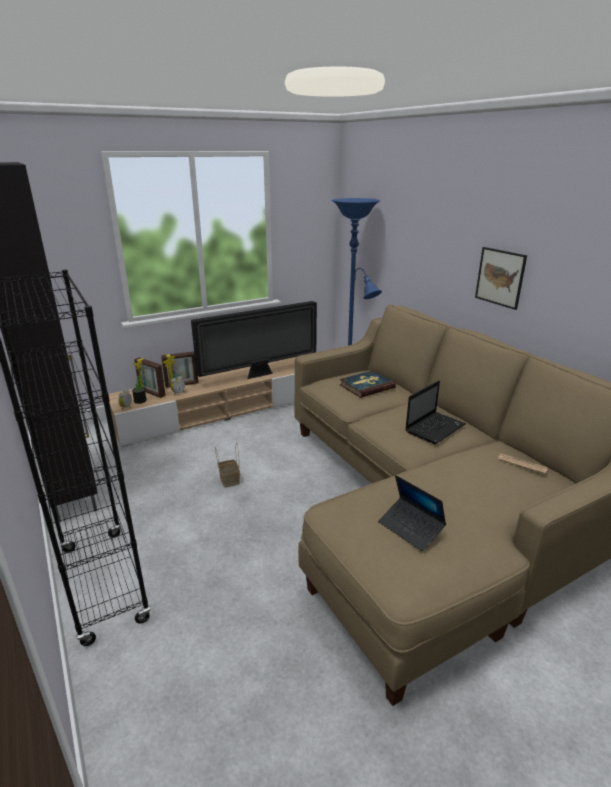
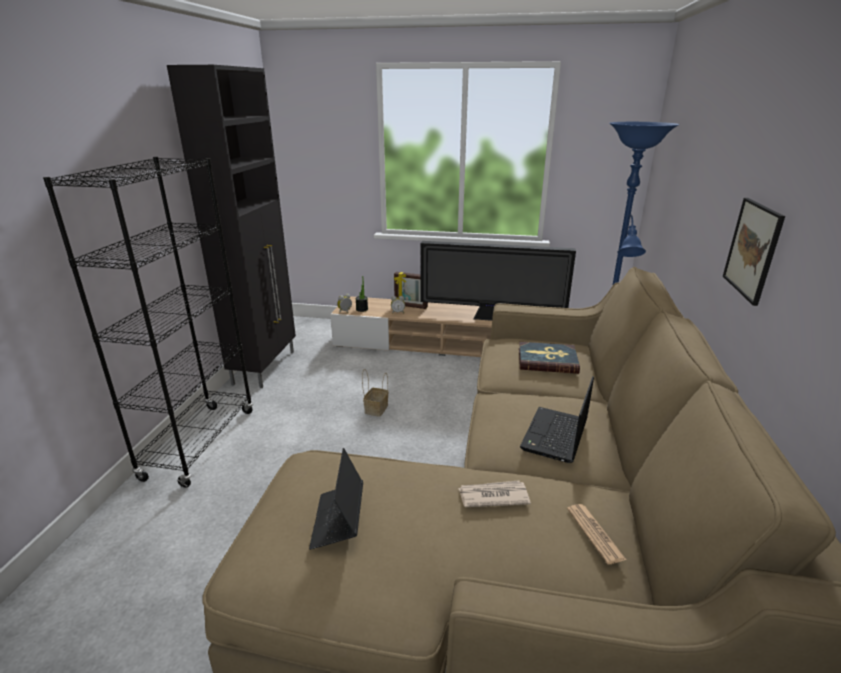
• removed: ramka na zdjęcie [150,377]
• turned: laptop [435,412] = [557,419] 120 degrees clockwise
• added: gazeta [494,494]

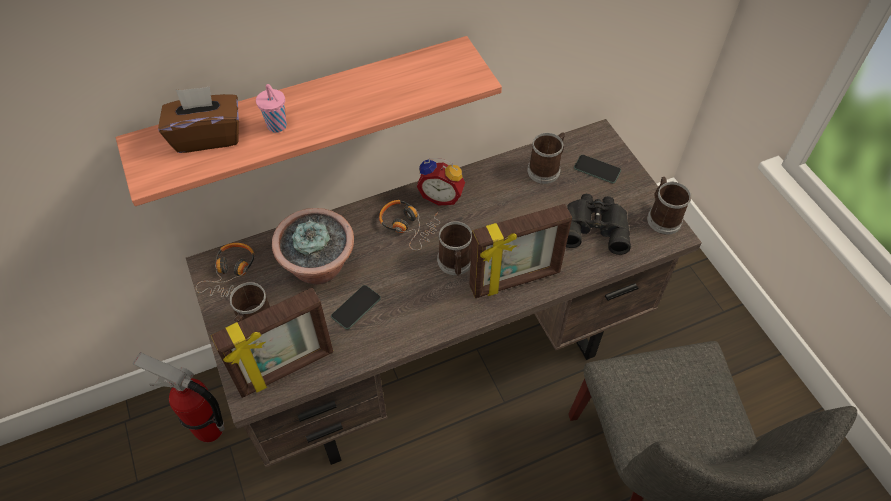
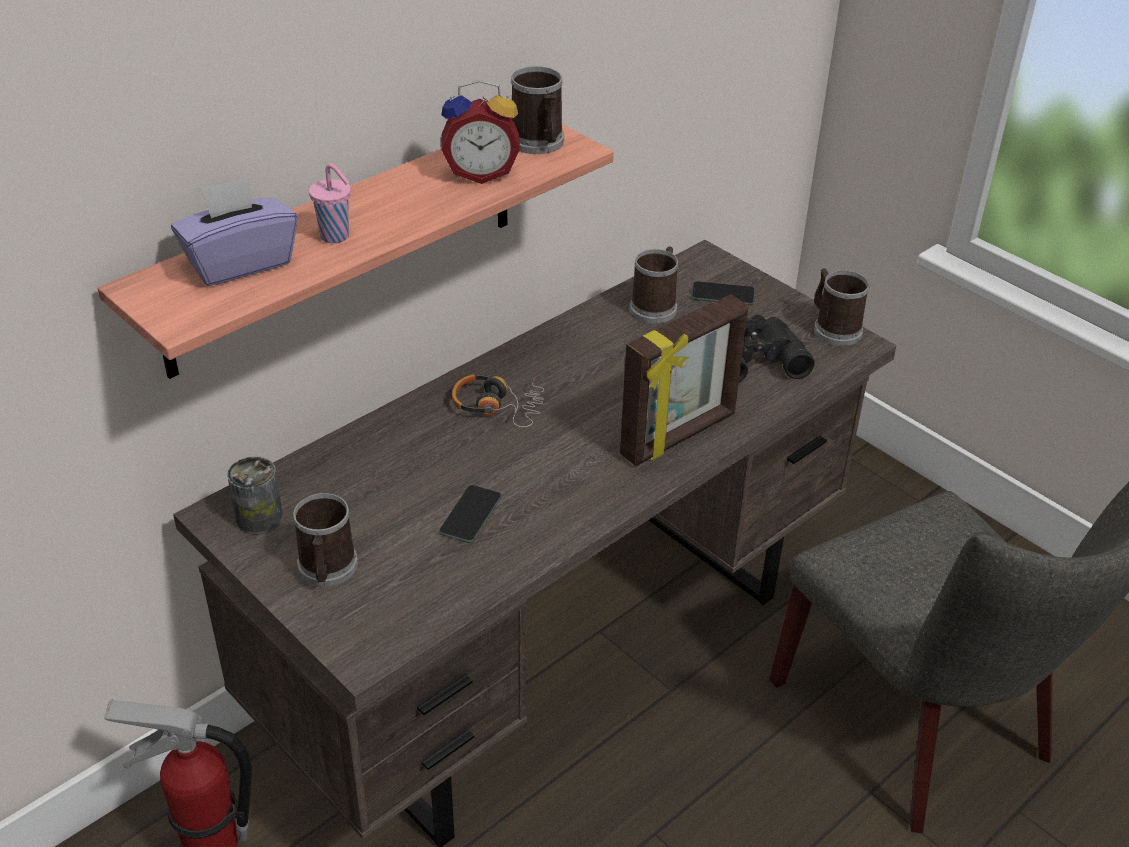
• recoloured: pudełko chusteczek [brązowy] [198,119] to pudełko chusteczek [fioletowy] [234,232]
• replaced: słuchawki [225,270] to puszka [255,495]
• removed: ramka na zdjęcie [271,343]
• removed: roślina doniczkowa [313,246]
• moved: budzik [440,181] to [480,132]
• moved: kubek [454,248] to [537,110]

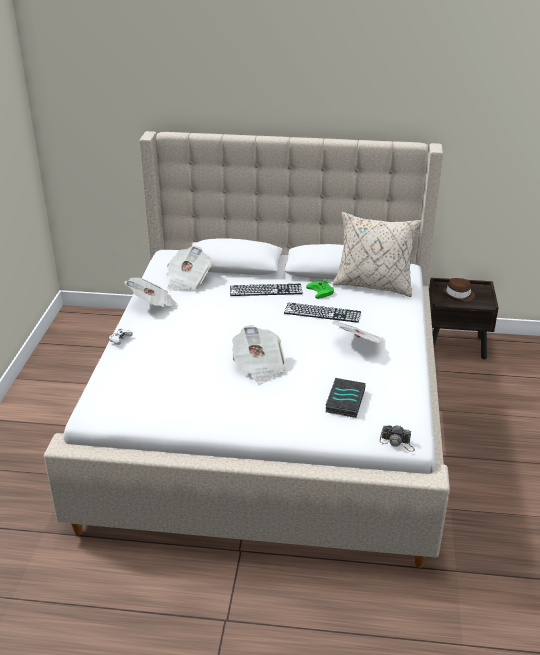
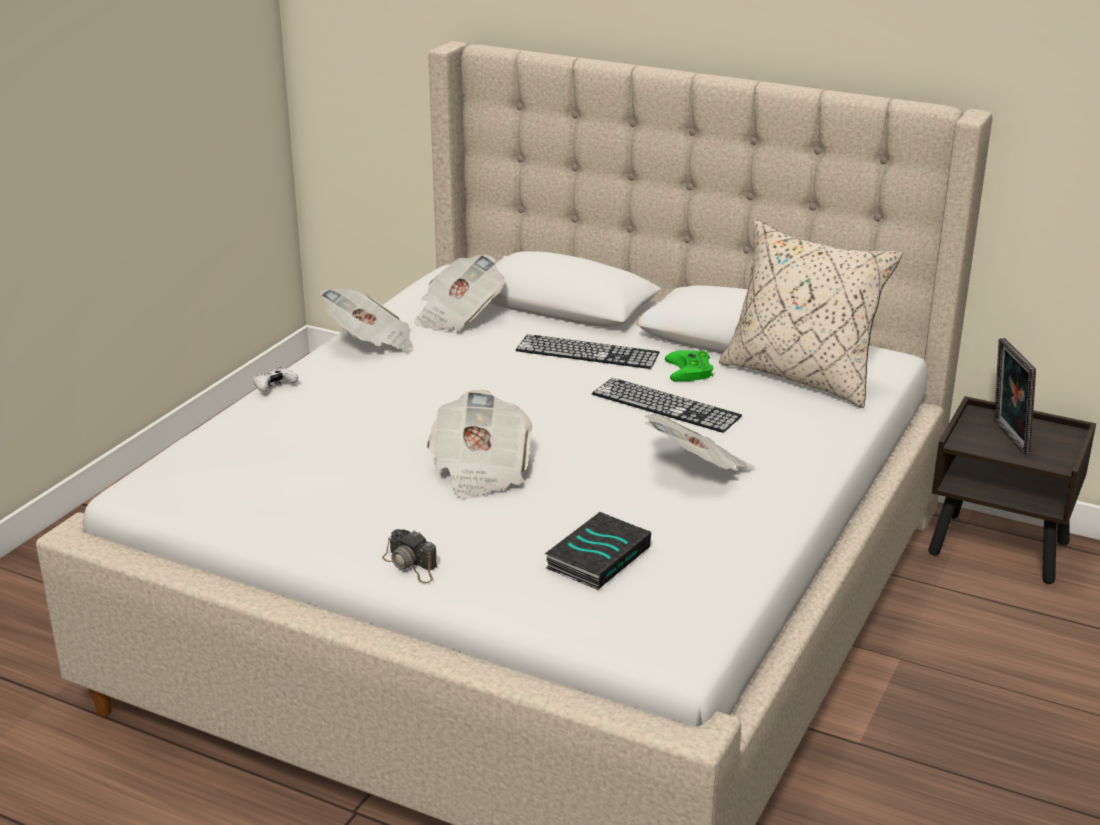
• moved: aparat fotograficzny [397,438] to [409,556]
• replaced: kapelusz [brązowy] [459,290] to ramka na zdjęcie [1015,396]

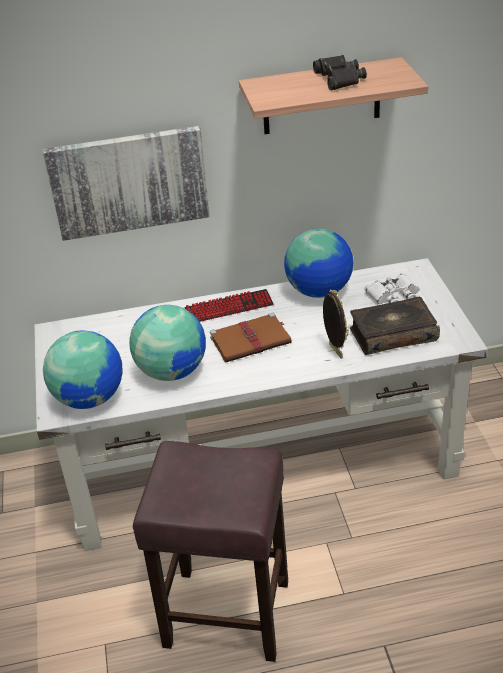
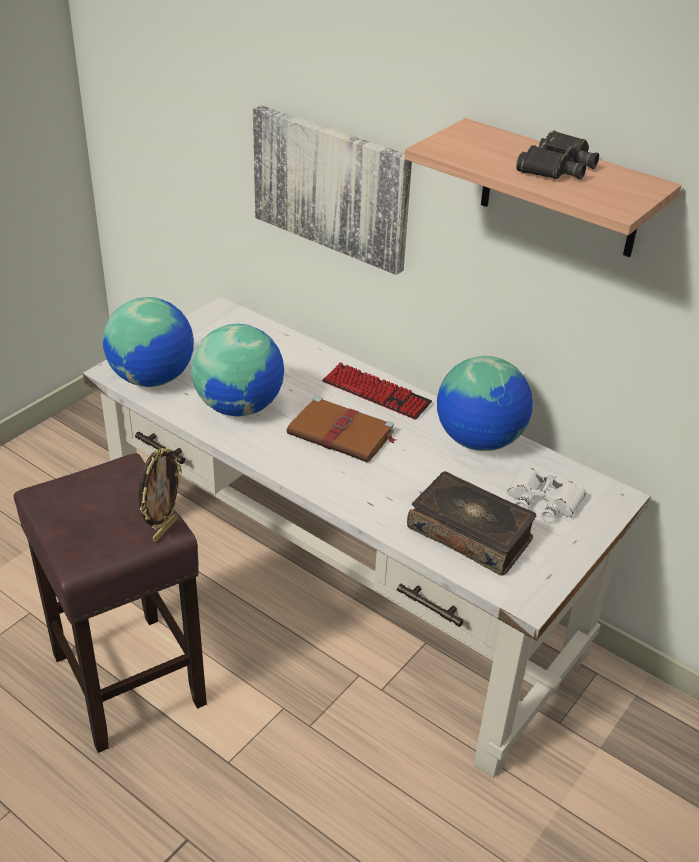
• moved: ramka na zdjęcie [336,324] to [160,495]

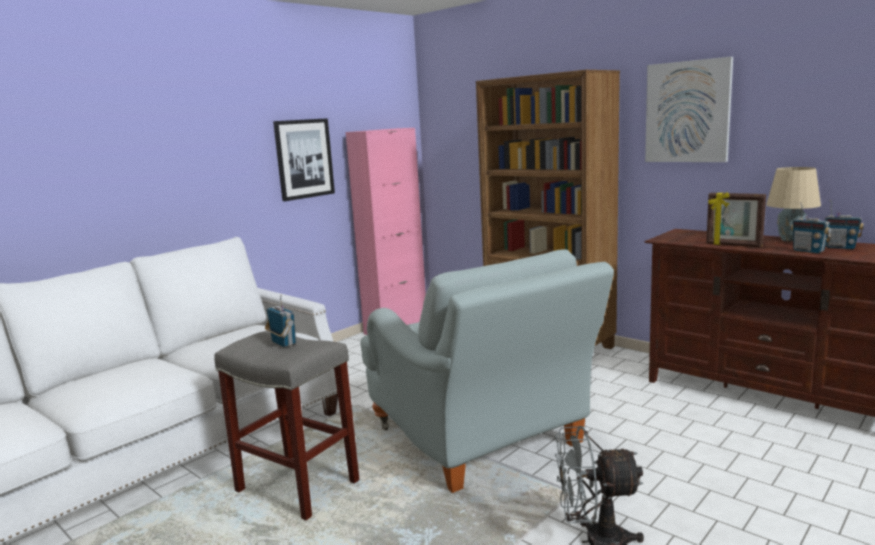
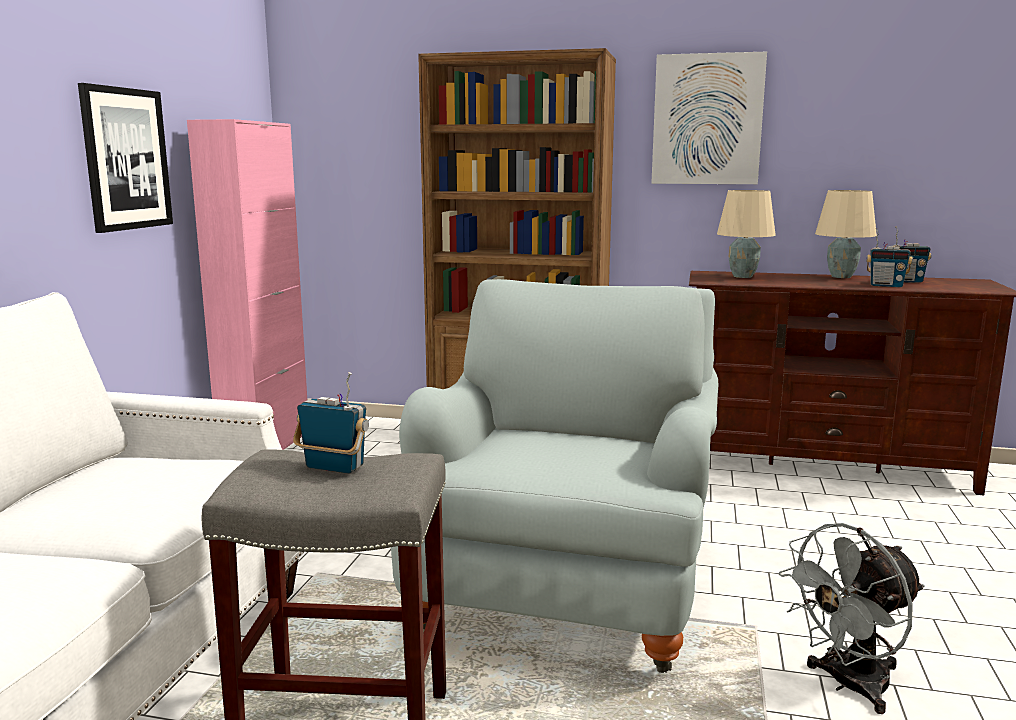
• turned: fotel [szary] [487,371] = [554,476] 105 degrees counterclockwise
• removed: ramka na zdjęcie [736,219]
• added: lampa stołowa [beżowy] [746,234]

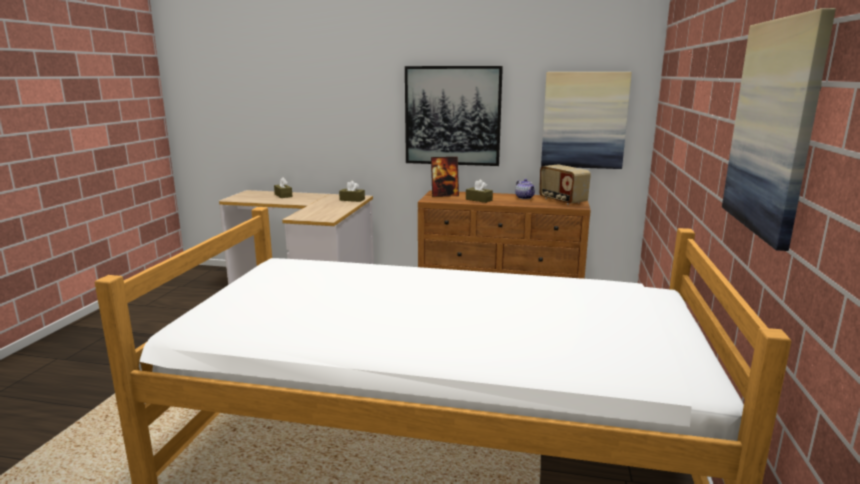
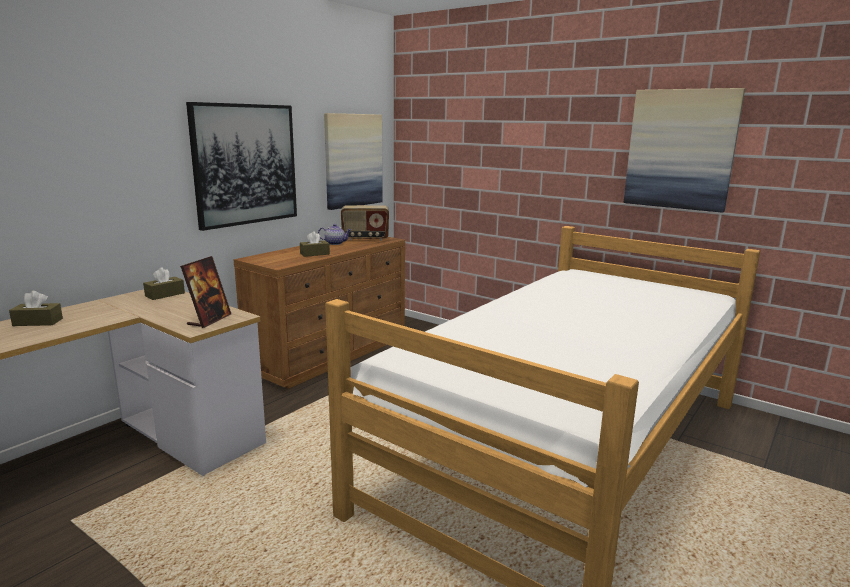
• moved: ramka na zdjęcie [445,177] to [205,292]

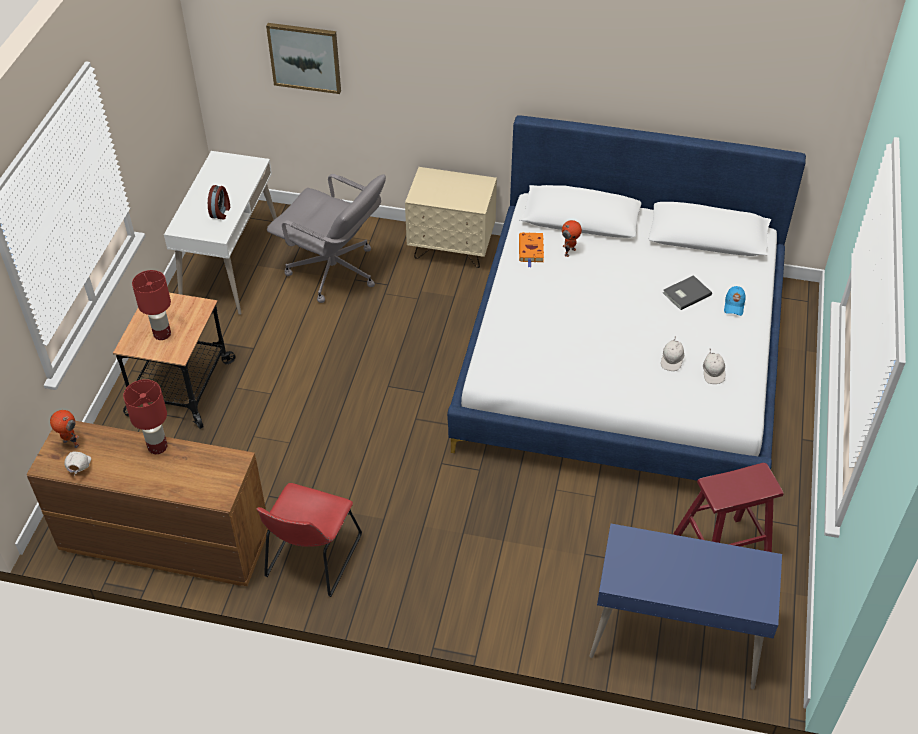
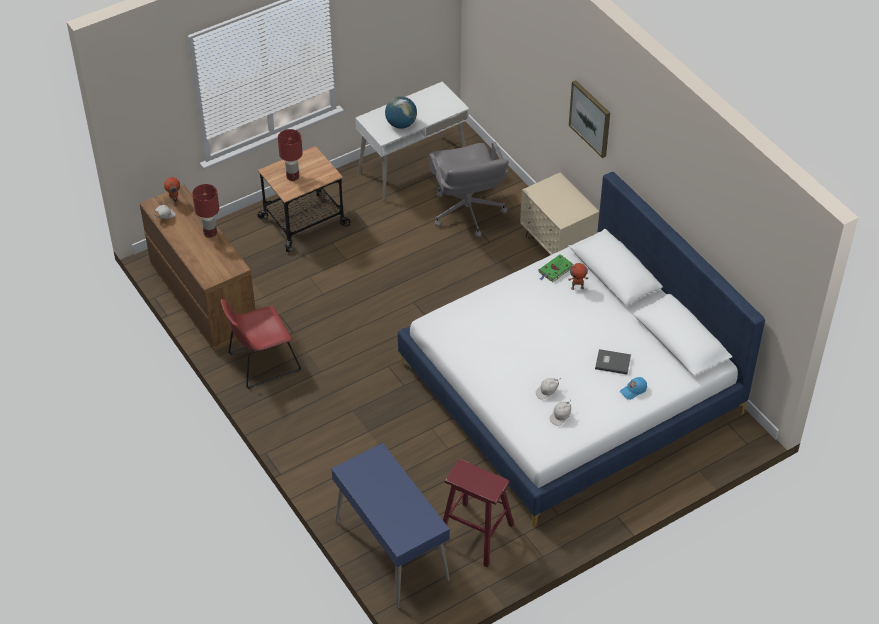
• replaced: budzik [219,202] to globus [401,112]
• moved: obraz [303,58] to [589,119]
• recoloured: książka [pomarańczowy] [531,249] to książka [zielony] [555,268]

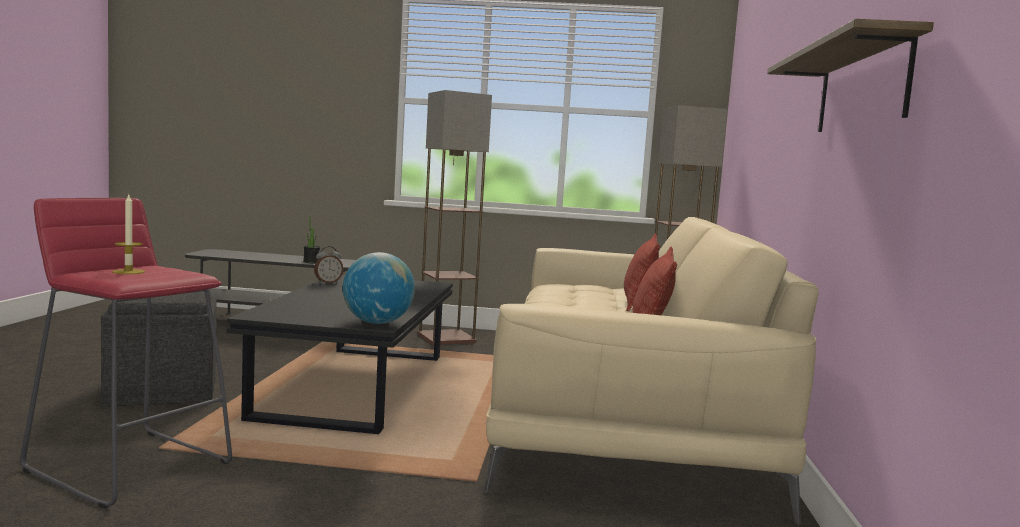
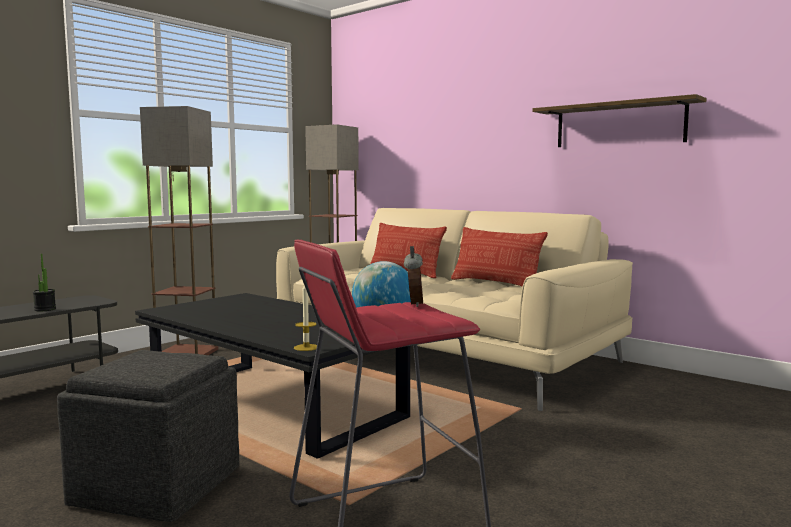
• moved: świeca [128,233] to [305,318]
• moved: budzik [328,264] to [413,276]

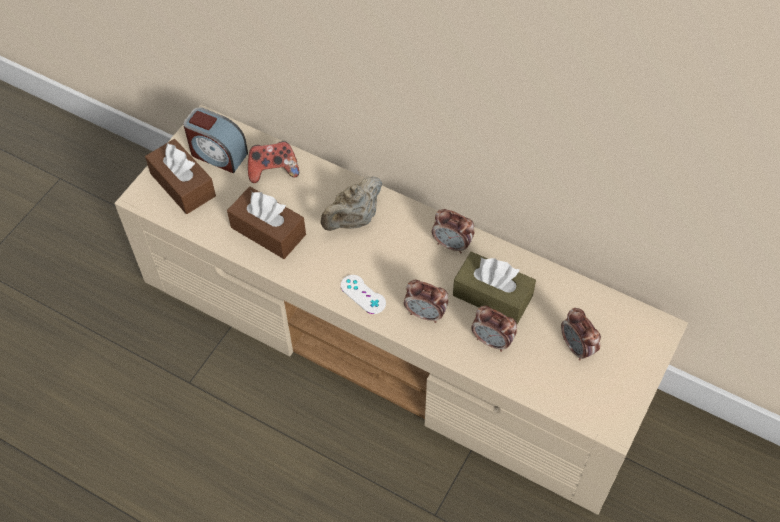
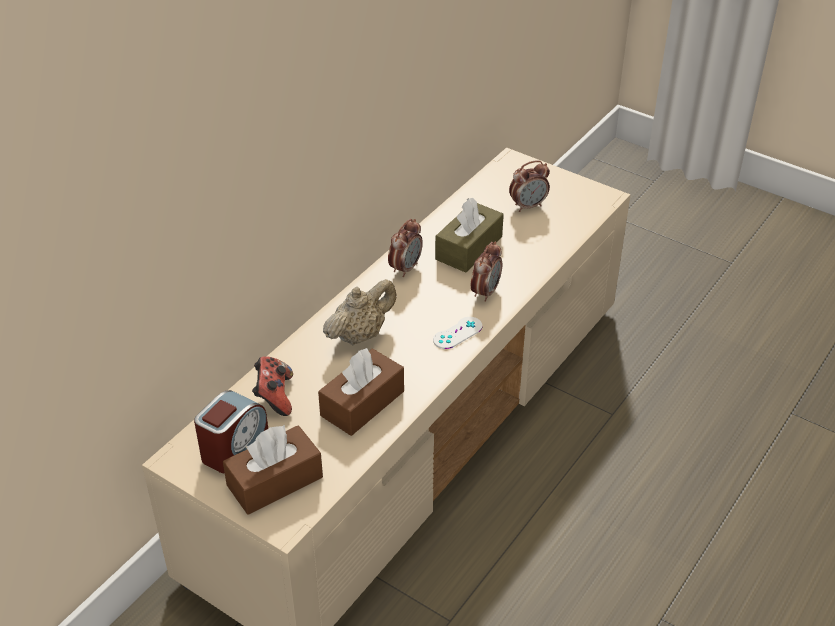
• turned: imbryk [beżowy] [351,203] = [360,312] 90 degrees counterclockwise
• removed: budzik [494,329]

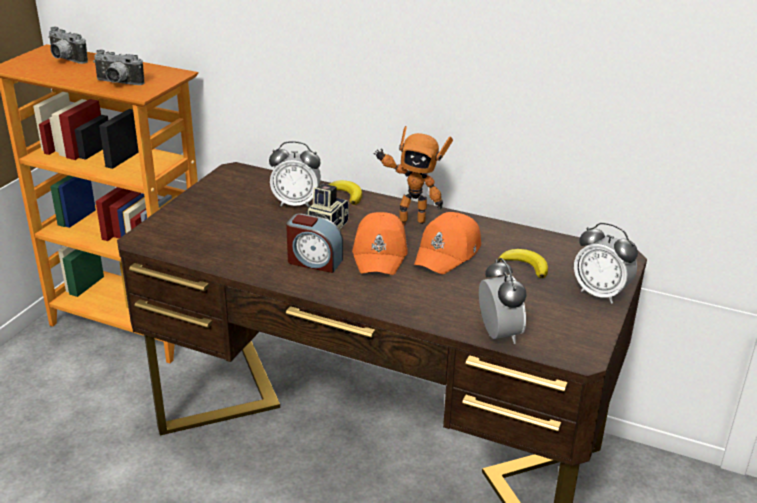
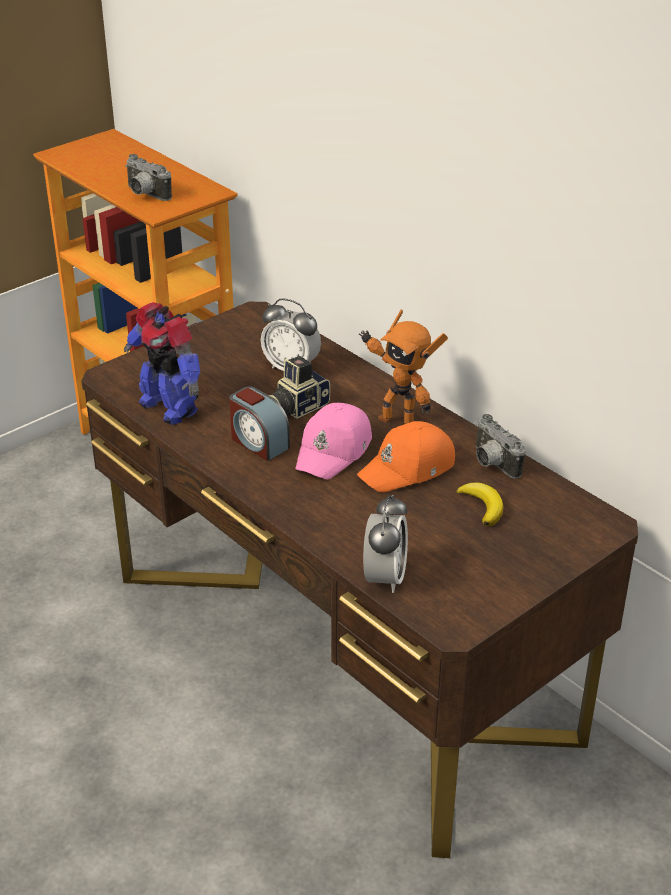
• moved: aparat fotograficzny [68,45] to [501,446]
• removed: banan [345,192]
• recoloured: czapka z daszkiem [pomarańczowy] [380,243] to czapka z daszkiem [różowy] [333,441]
• removed: budzik [606,263]
• added: robot zabawkowy [162,363]

